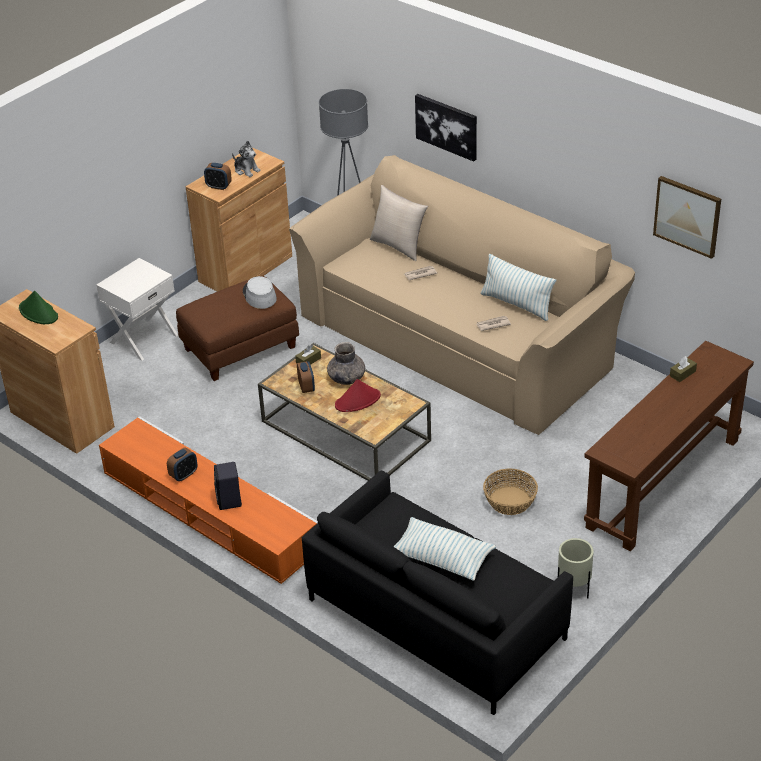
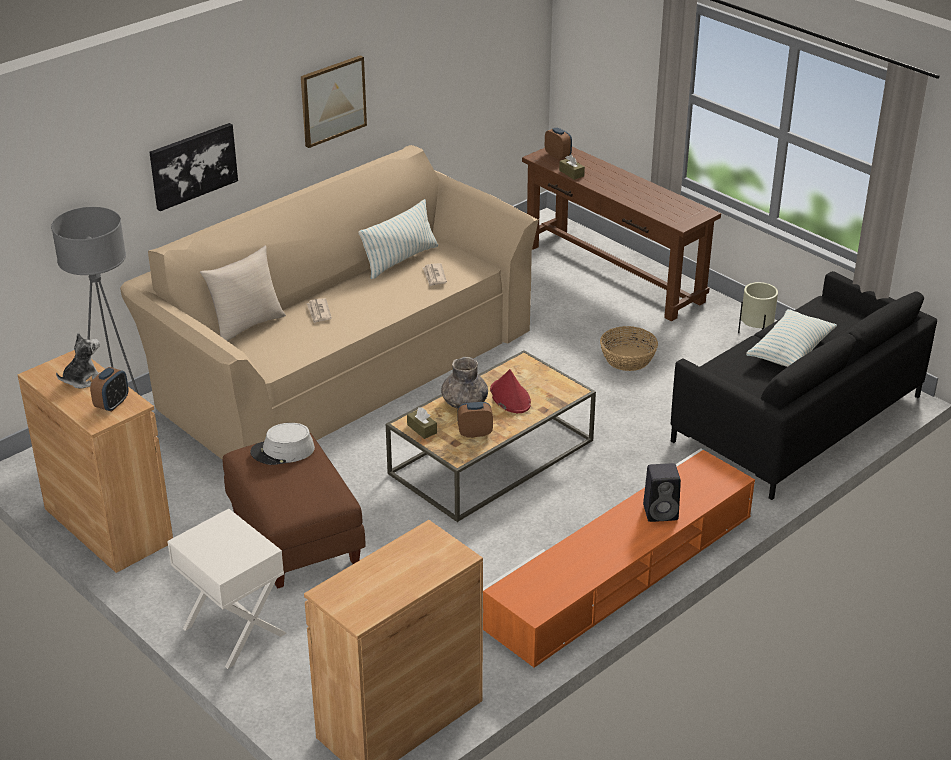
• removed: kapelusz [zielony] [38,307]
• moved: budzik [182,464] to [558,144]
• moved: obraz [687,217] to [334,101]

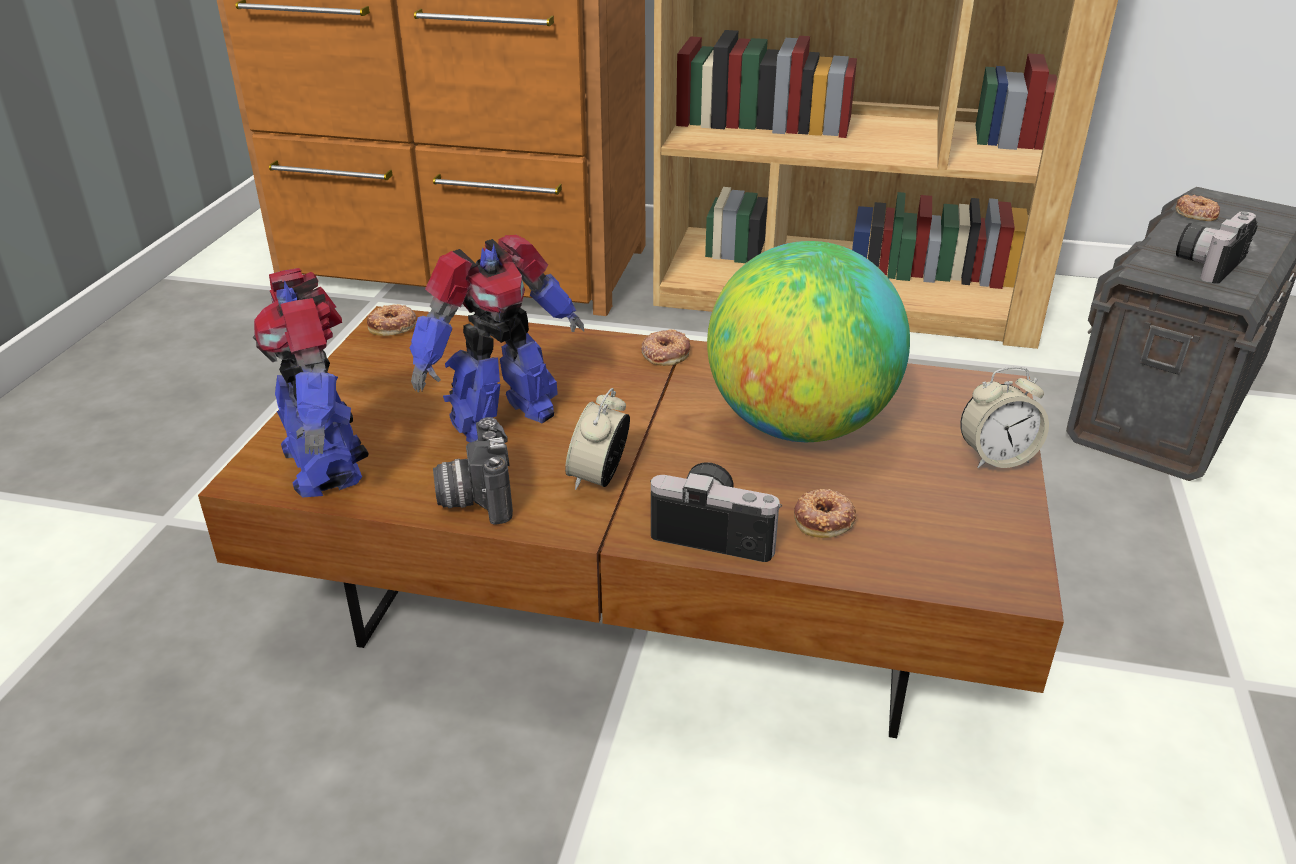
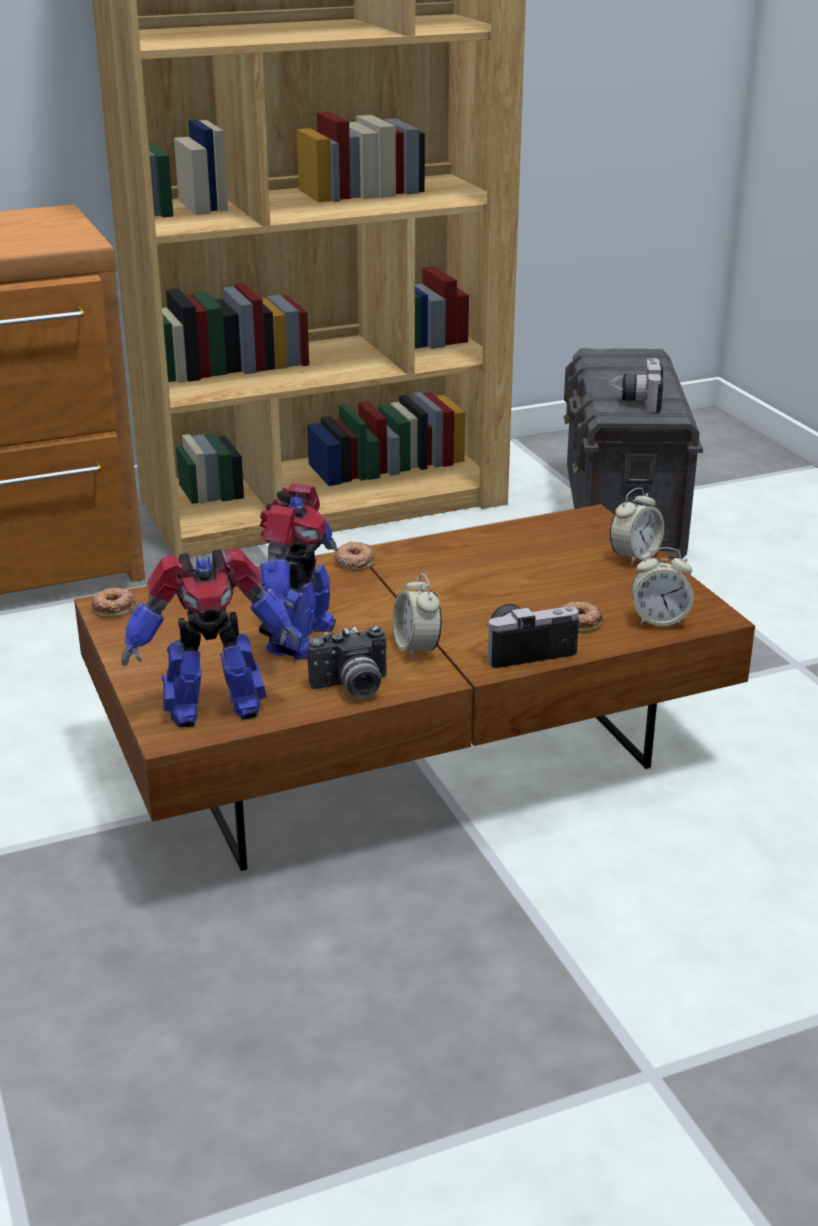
• turned: robot zabawkowy [310,383] = [209,638] 45 degrees counterclockwise
• turned: aparat fotograficzny [473,471] = [347,662] 60 degrees counterclockwise
• removed: globus [808,341]
• removed: donut [1197,208]
• added: budzik [663,586]

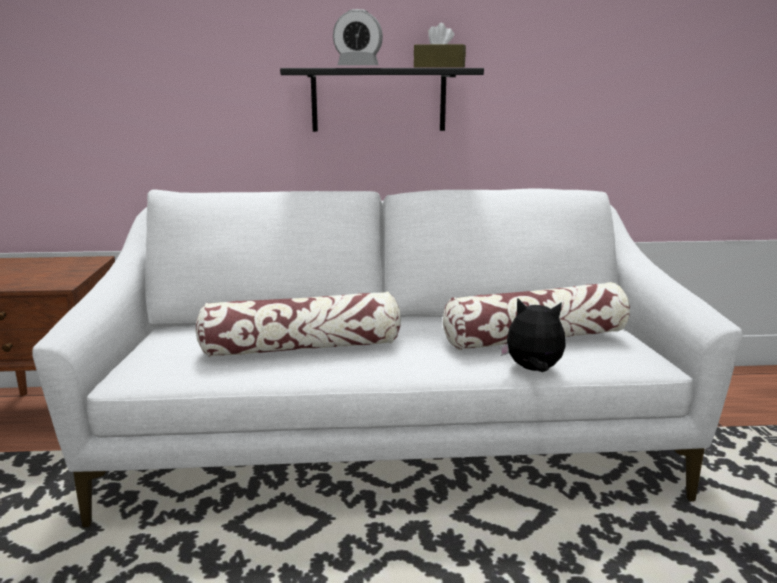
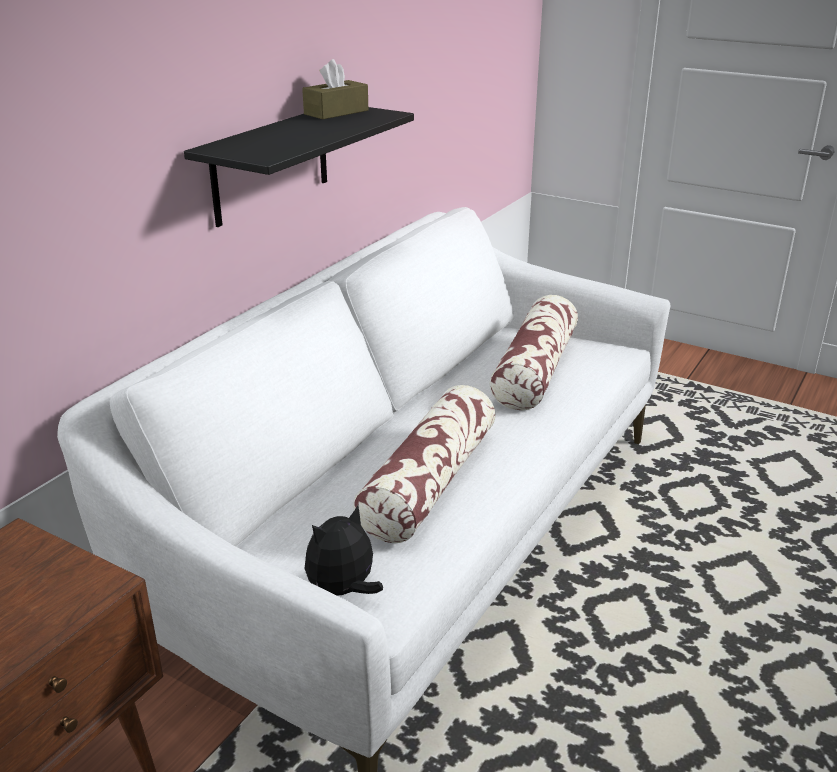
• removed: budzik [358,37]
• moved: pluszak [533,335] to [344,550]

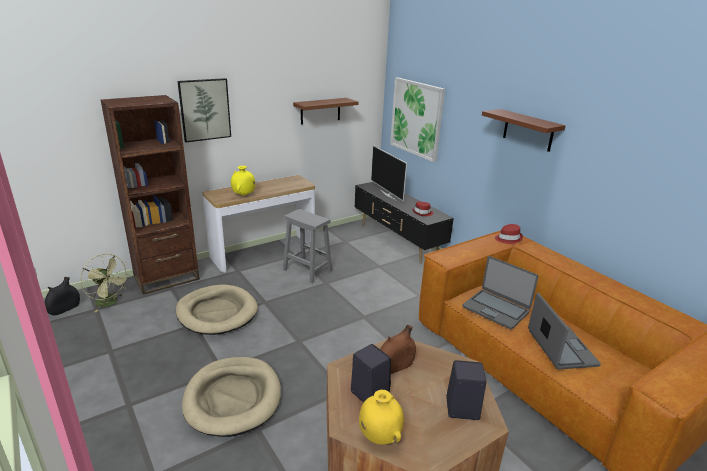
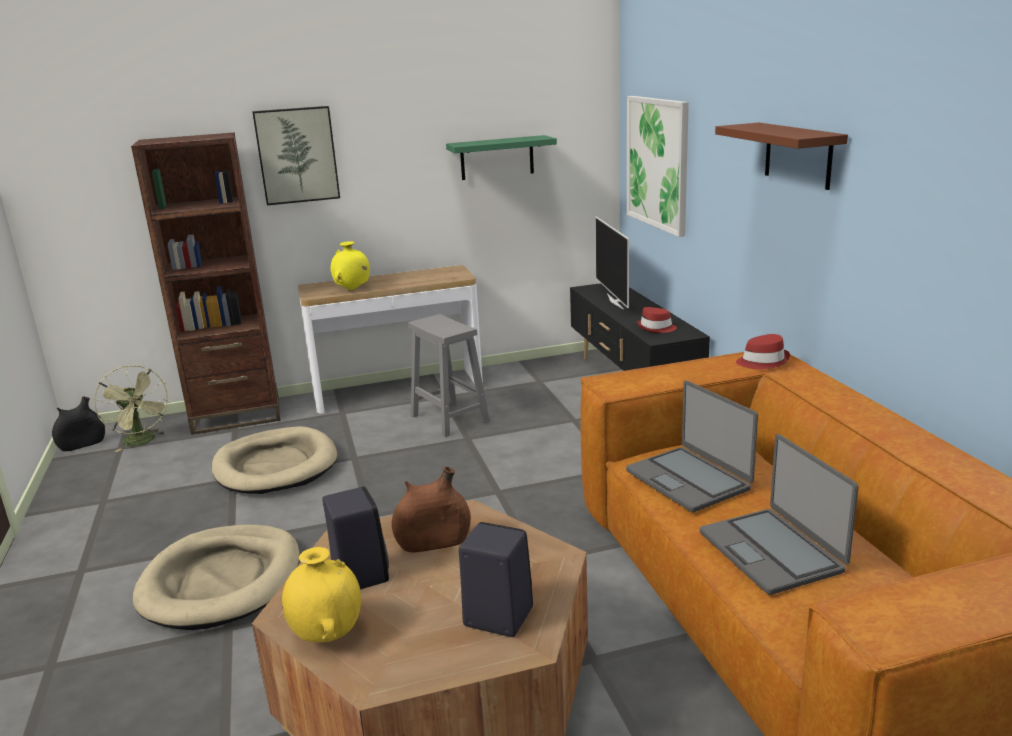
• recoloured: półka [brązowy] [325,111] to półka [zielony] [501,157]
• turned: laptop [564,331] = [779,514] 150 degrees clockwise

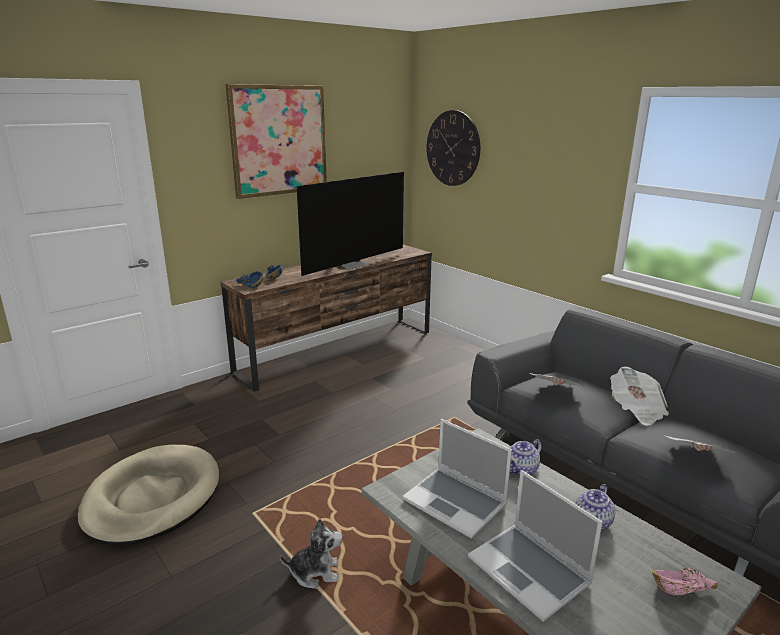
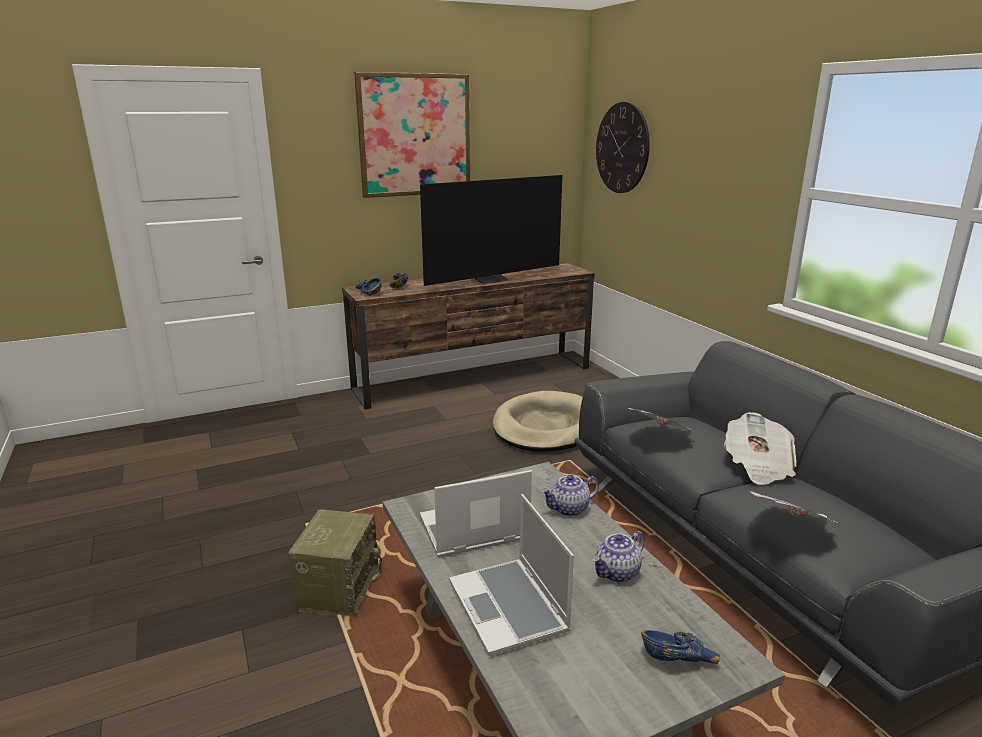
• moved: legowisko [beżowy] [148,495] to [538,421]
• replaced: pluszak [311,553] to radio [335,562]
• turned: laptop [457,479] = [476,513] 105 degrees clockwise
• recoloured: miska [różowy] [685,581] to miska [niebieski] [680,647]

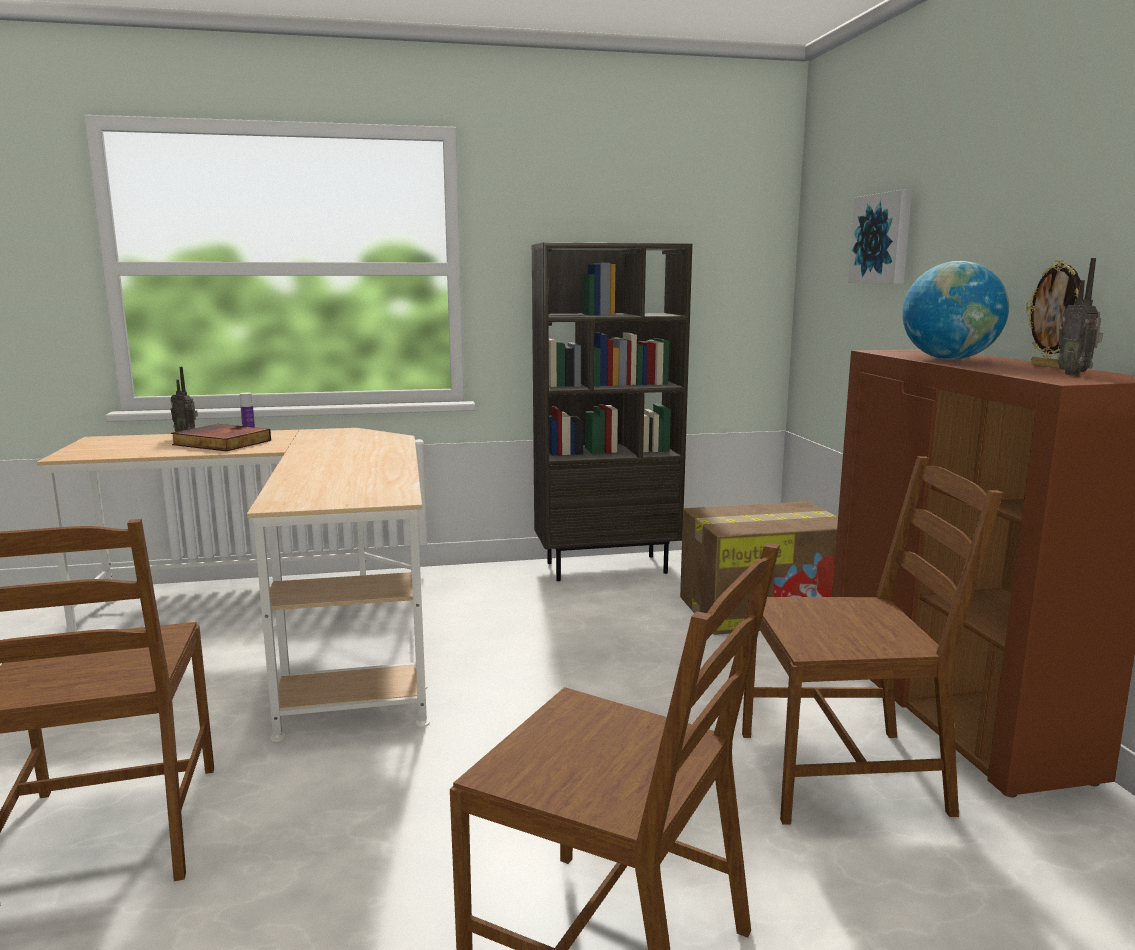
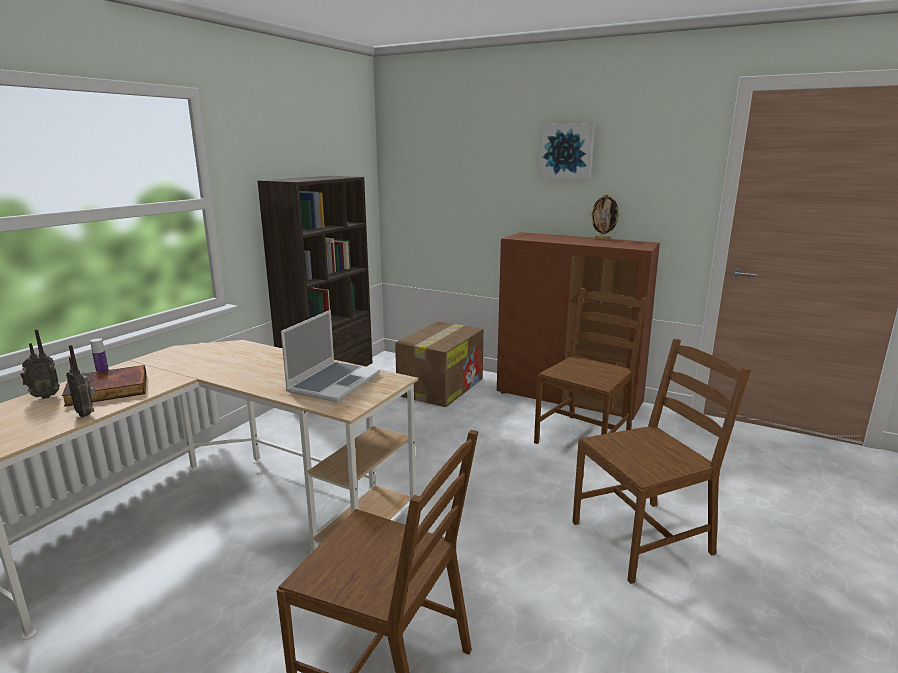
• moved: obraz [880,237] to [567,151]
• removed: globus [955,310]
• moved: radio [1080,316] to [80,381]
• added: laptop [330,356]

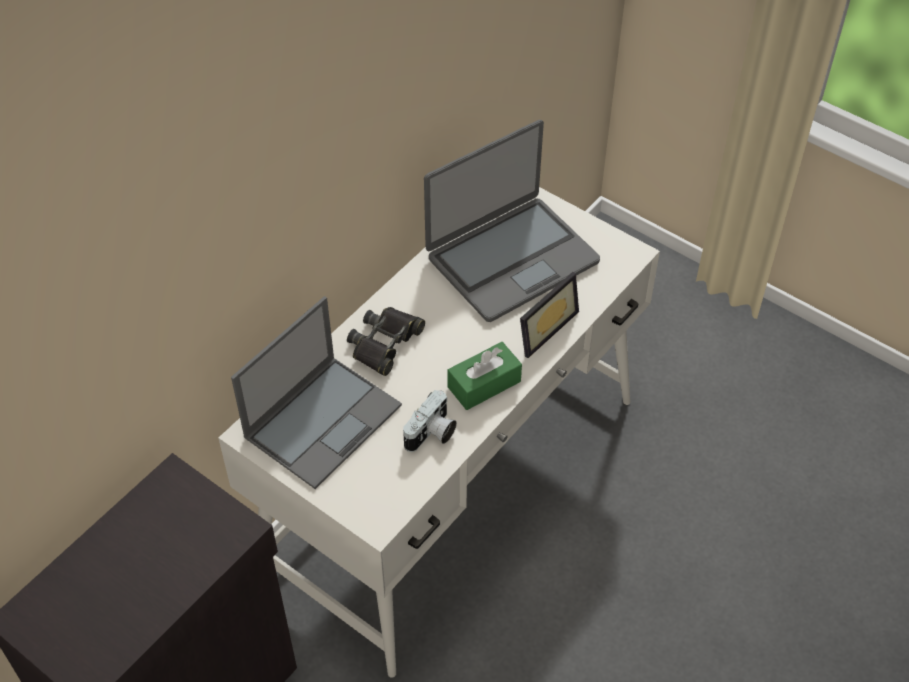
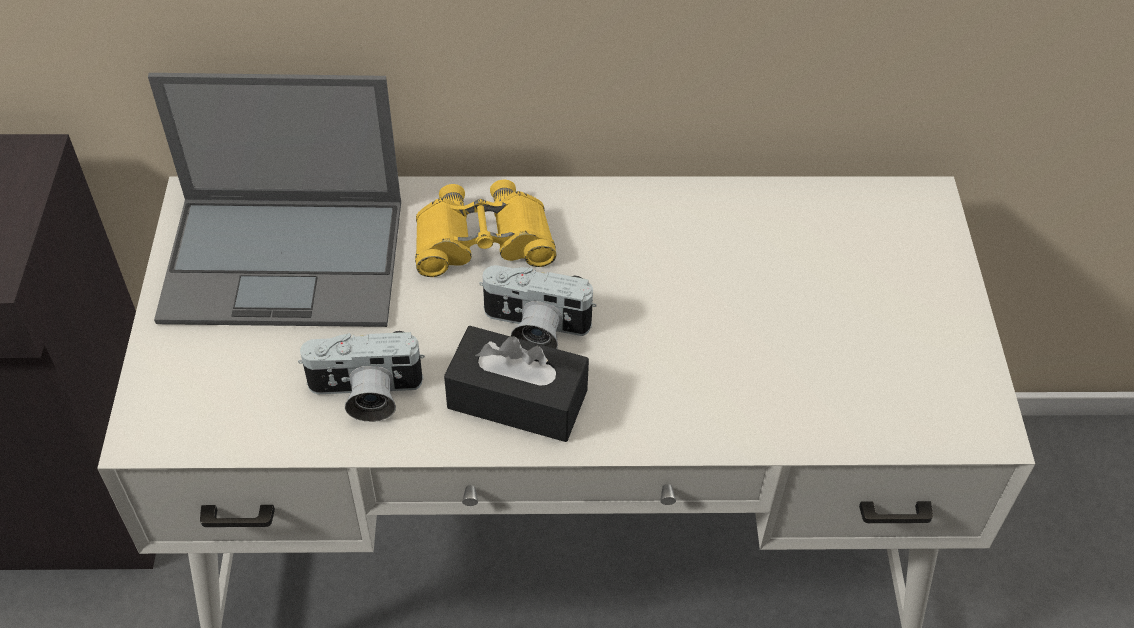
• recoloured: lornetka [czarny] [386,341] to lornetka [żółty] [485,228]
• removed: laptop [512,221]
• recoloured: pudełko chusteczek [zielony] [484,376] to pudełko chusteczek [czarny] [516,384]
• removed: ramka na zdjęcie [549,315]
• added: aparat fotograficzny [538,307]

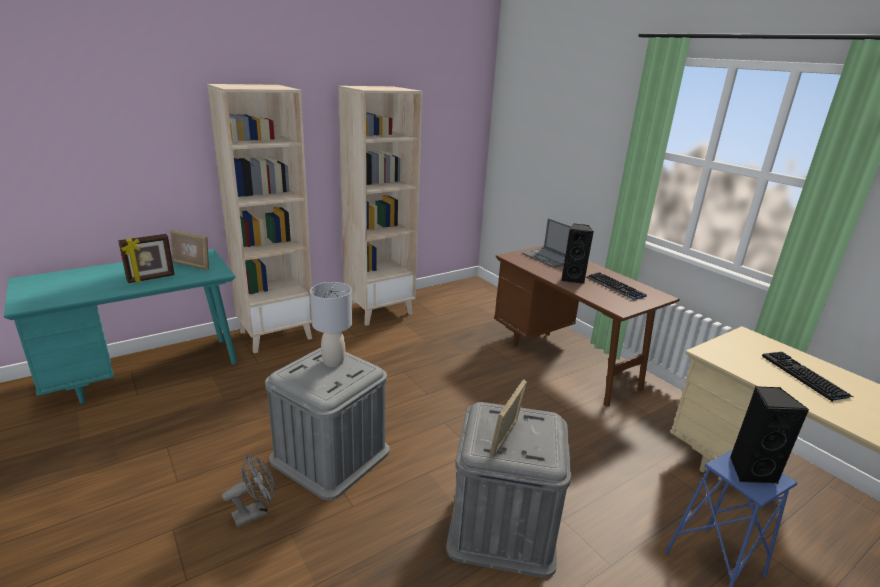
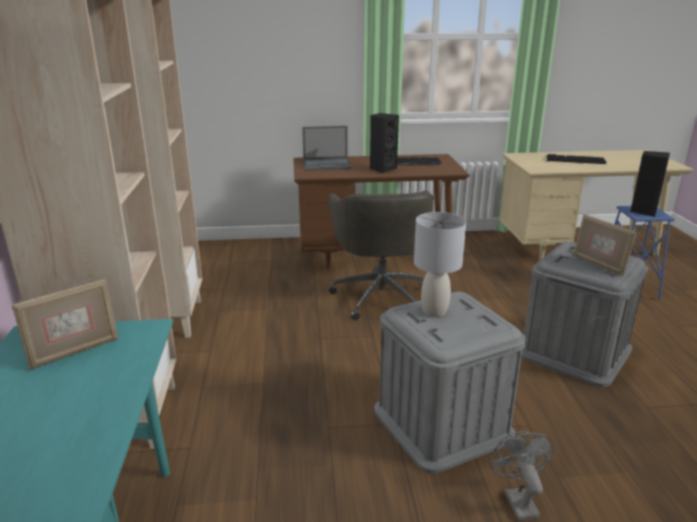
• removed: ramka na zdjęcie [146,258]
• added: krzesło biurowe [szary] [381,255]

